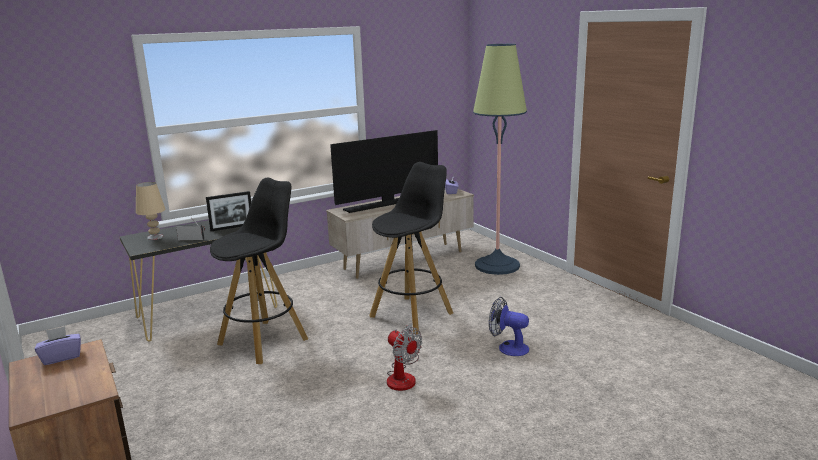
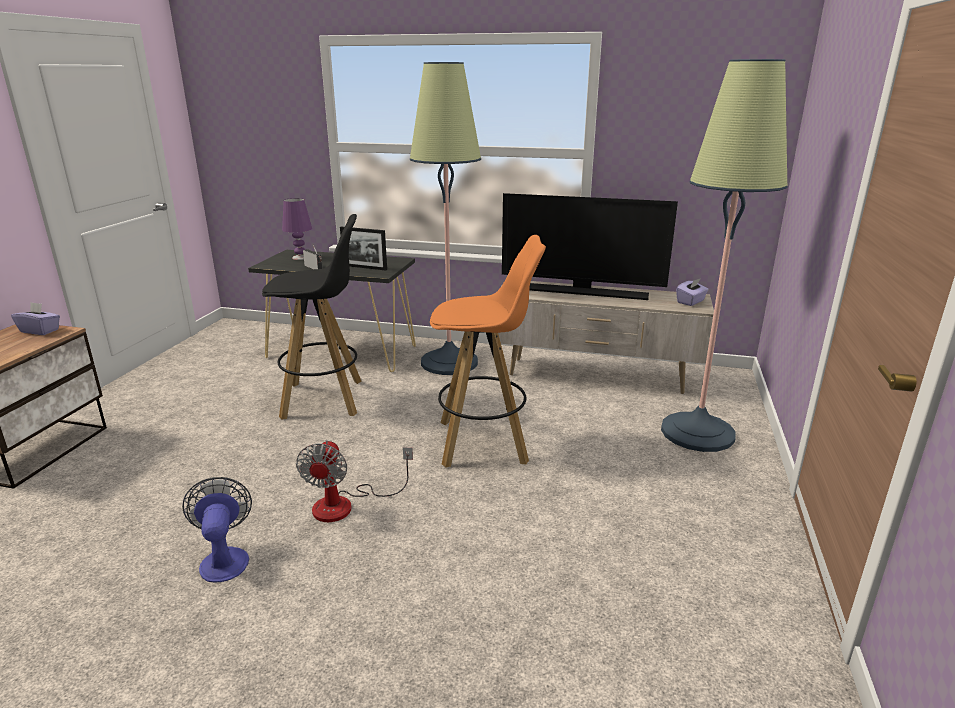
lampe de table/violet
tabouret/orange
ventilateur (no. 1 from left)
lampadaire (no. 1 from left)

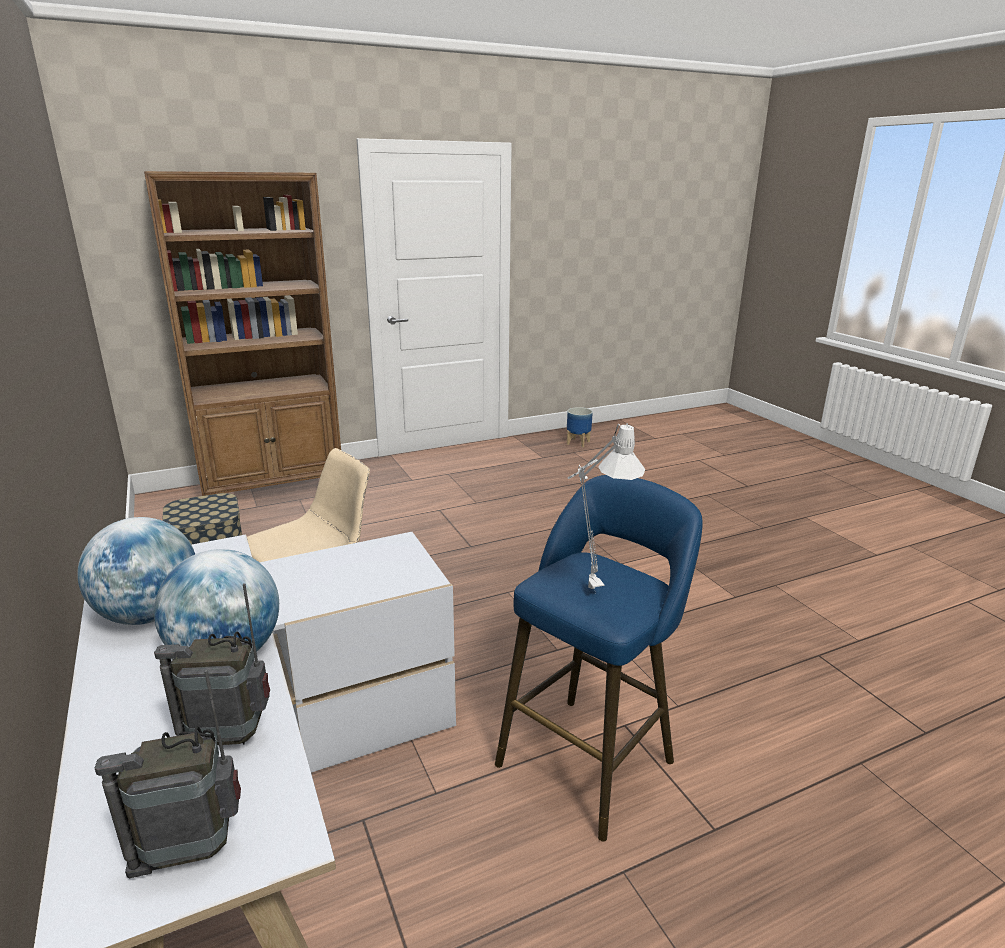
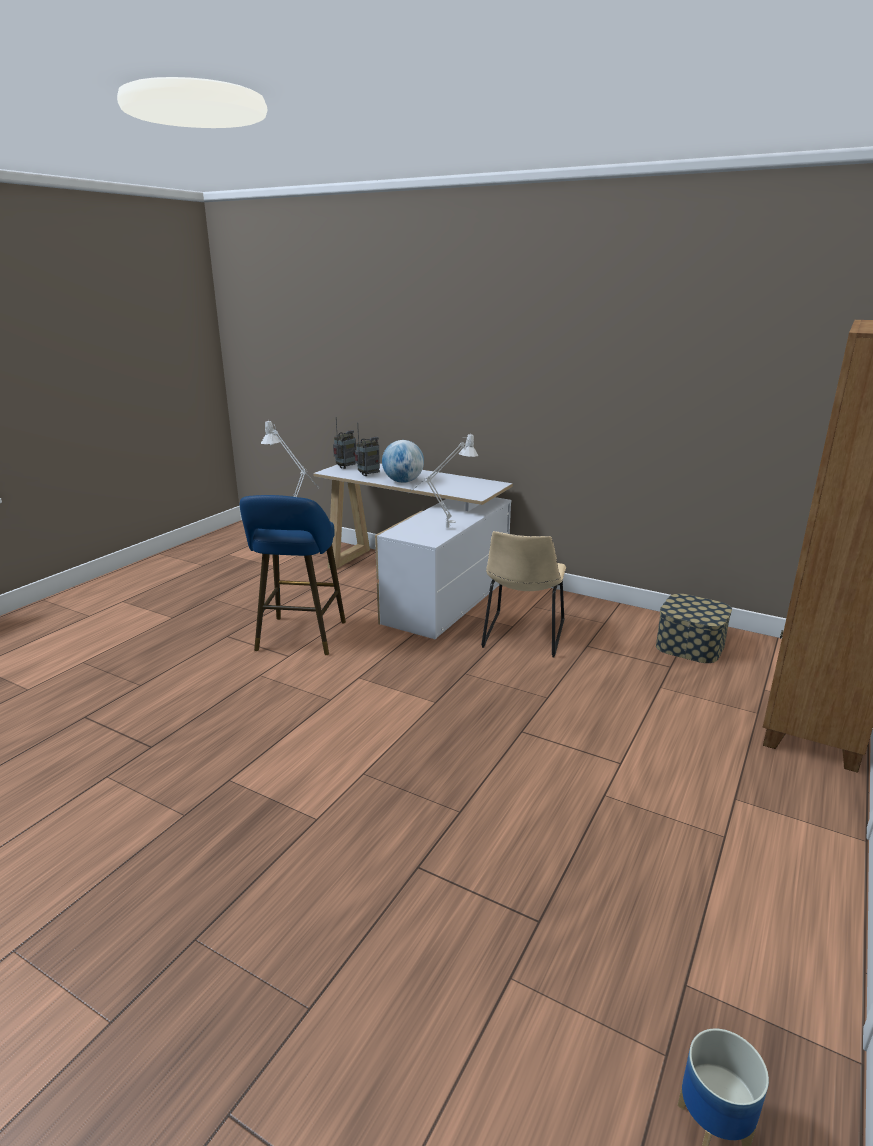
globe (no. 1 from left in the first image)
lampe de table/gris (no. 2 from left)

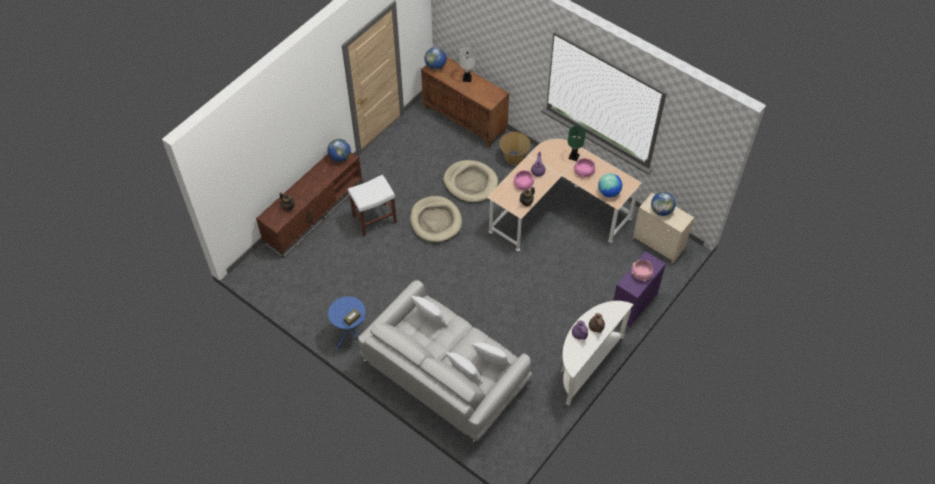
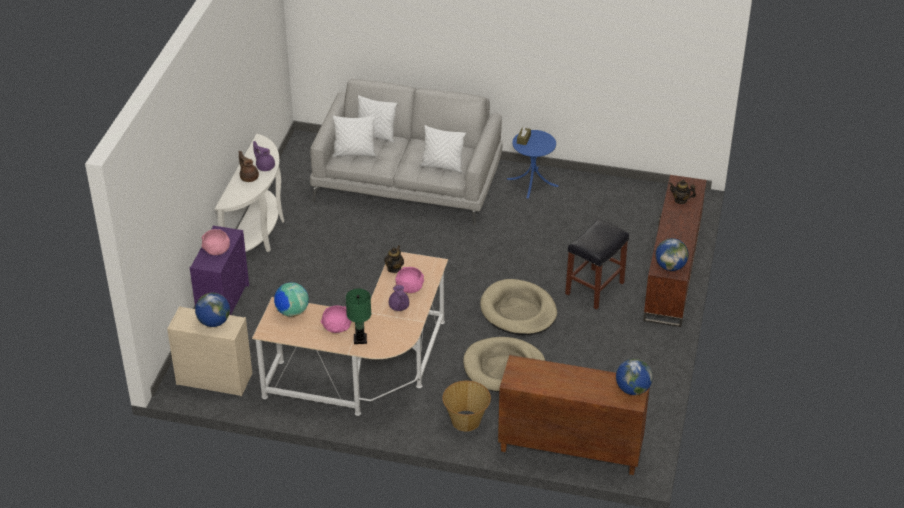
tabouret/noir
lampe de table/blanc

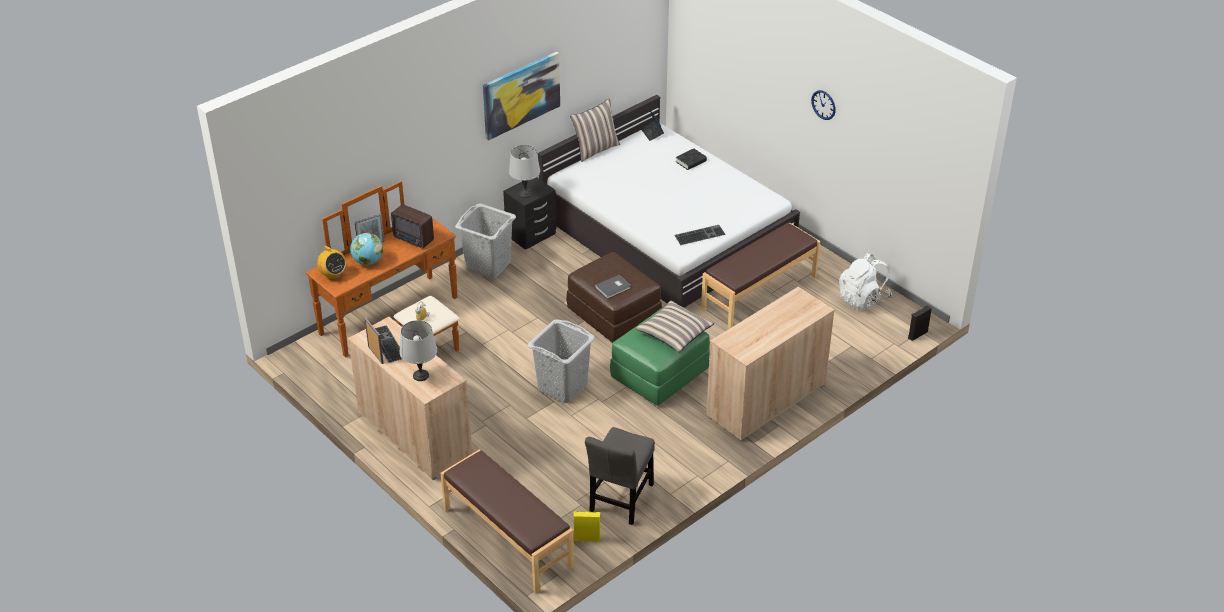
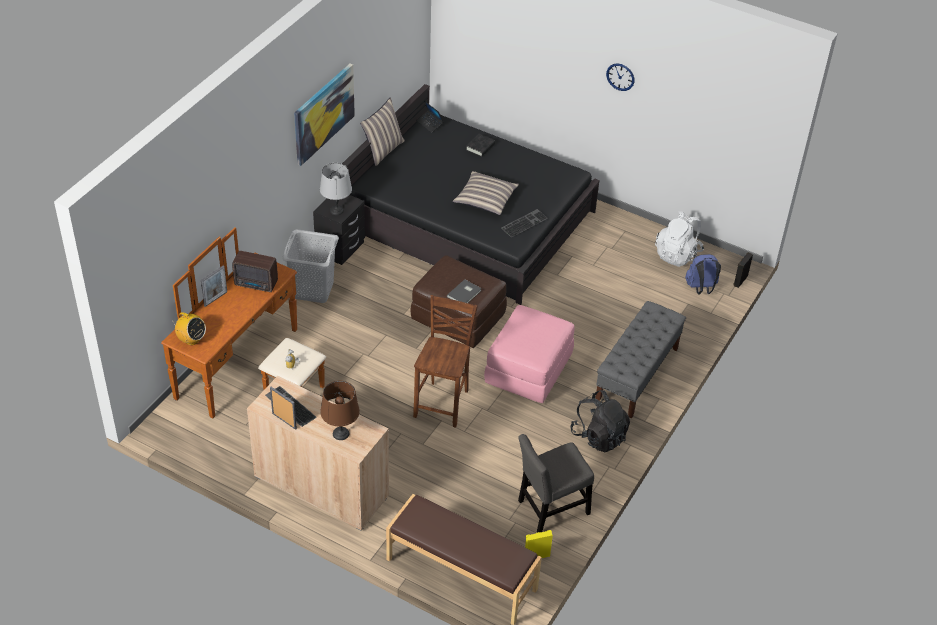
globe
lampe de table/marron
chaise/marron
lit/noir
chaise/gris
pouf/rose
coussin (no. 2 from left)
banc/marron (no. 2 from left in the first image)
banc/gris
sac à dos/noir
sac à dos/bleu

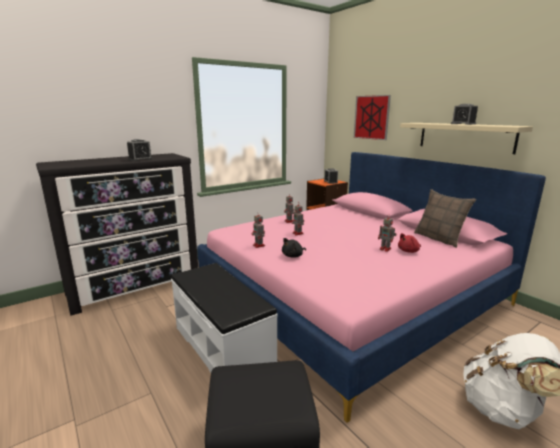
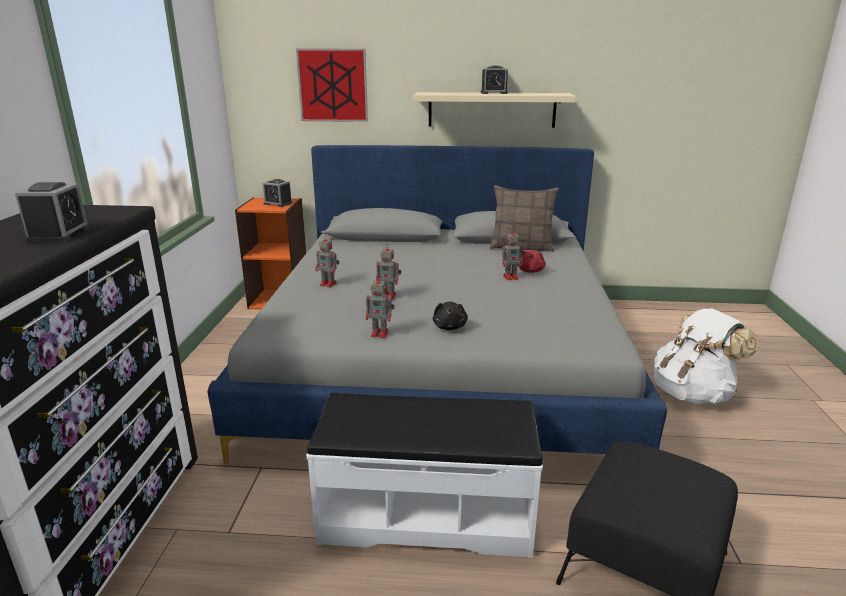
lit/gris

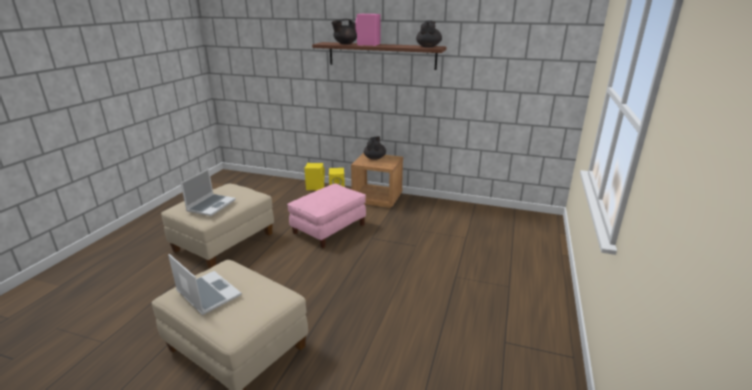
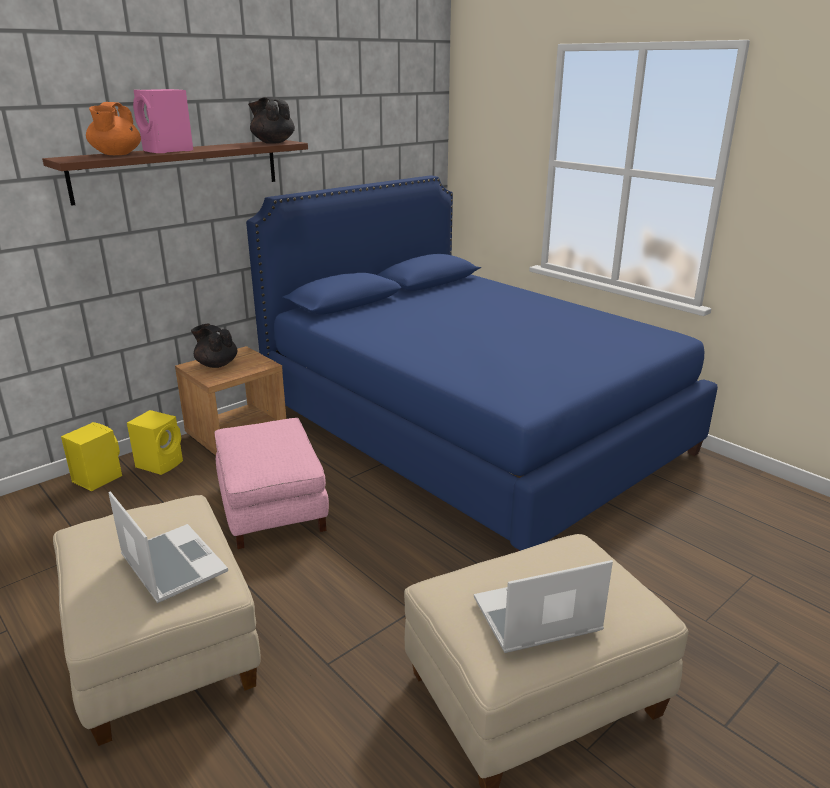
théière/orange
lit/bleu

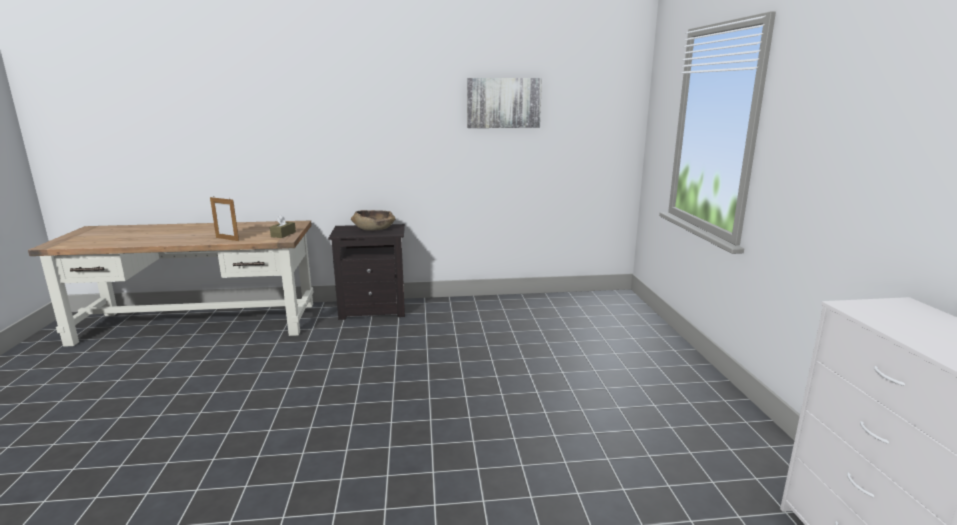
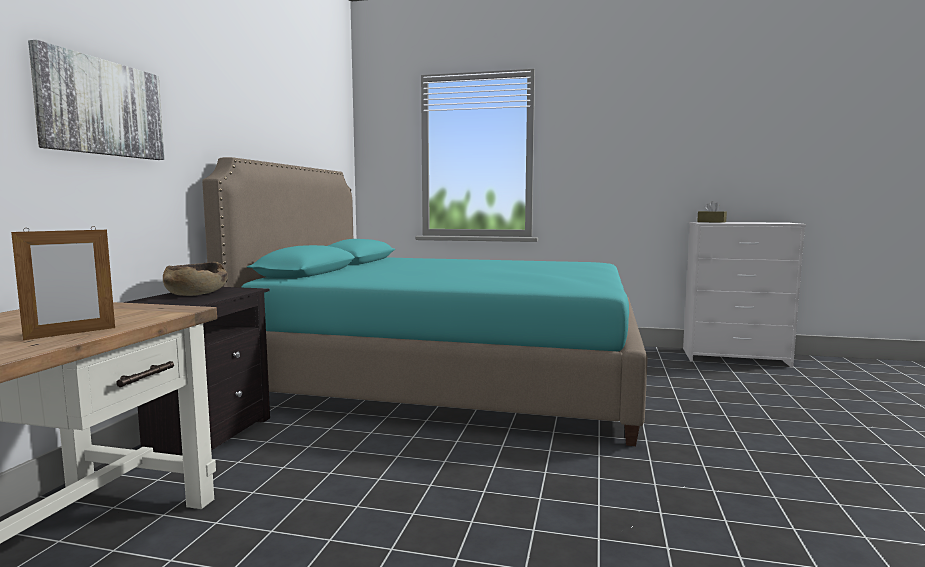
boîte à mouchoirs/marron
tableau
lit/turquoise

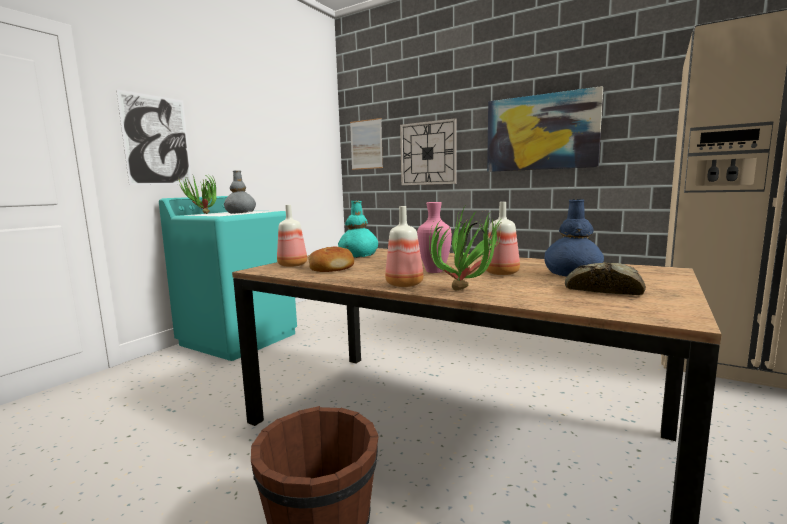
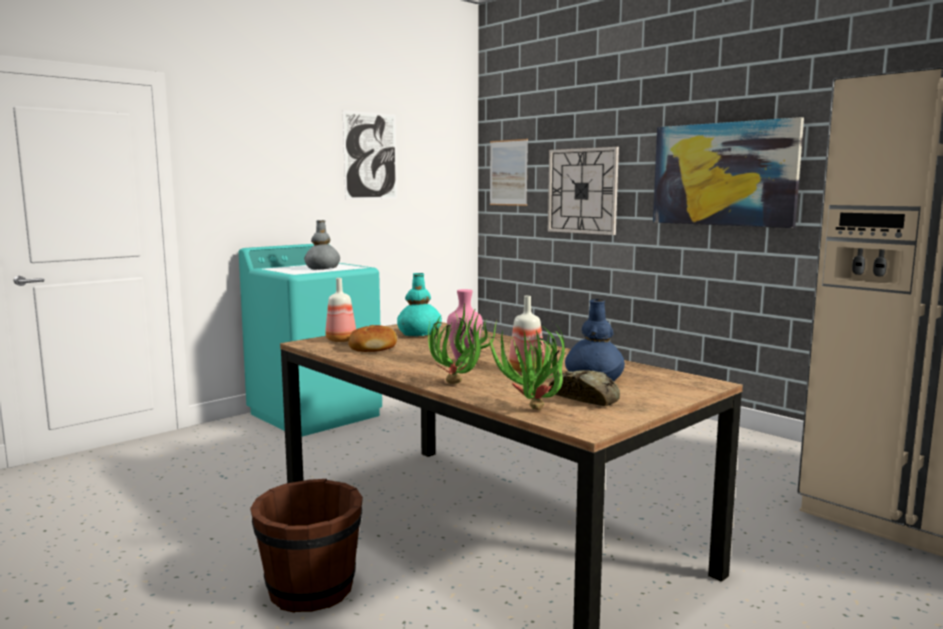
tableau (no. 1 from left)
plante en pot (no. 2 from left)
bouteille (no. 2 from left in the first image)

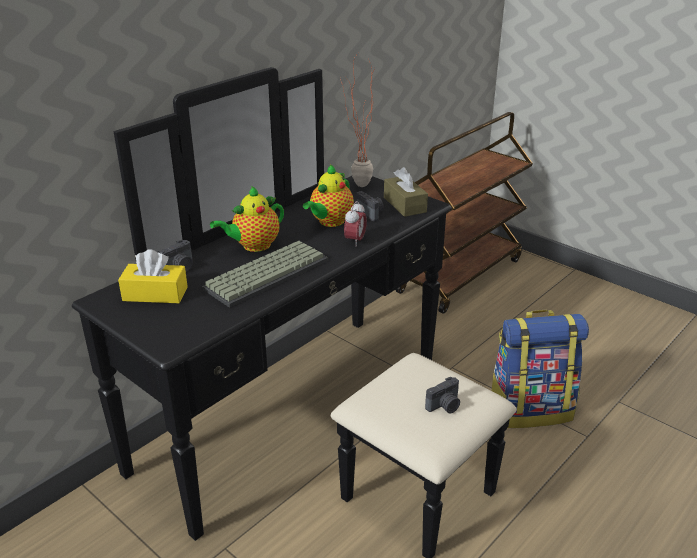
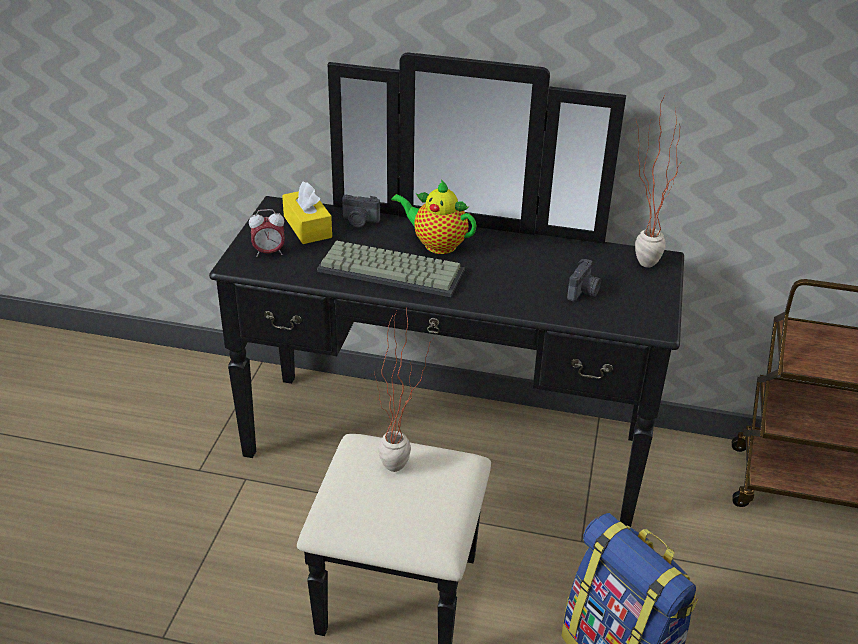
théière (no. 2 from left in the first image)
réveil
boîte à mouchoirs/marron
appareil photo (no. 3 from left in the first image)
plante en pot (no. 1 from left)

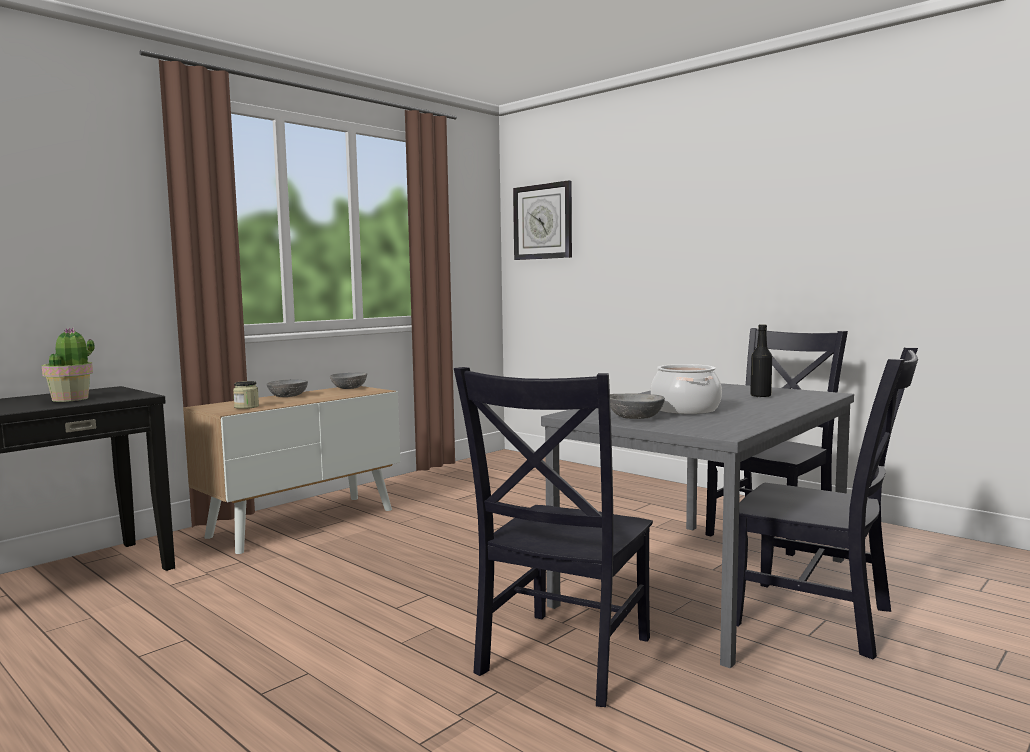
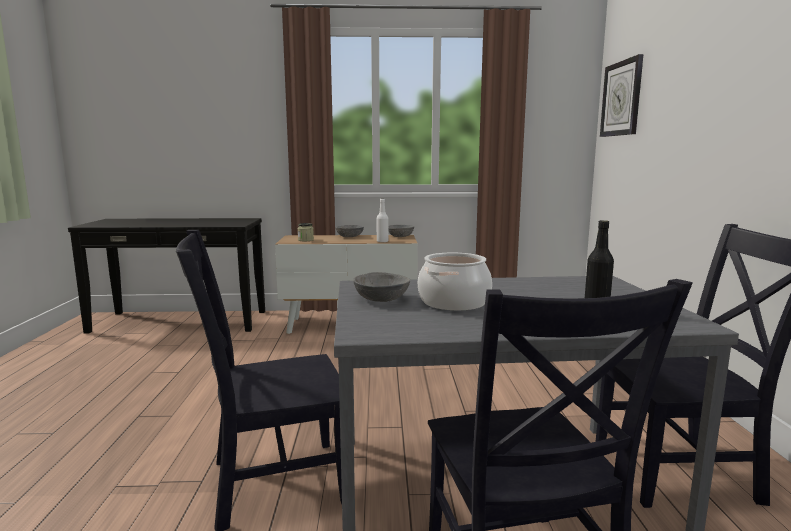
plante en pot
bouteille/blanc

